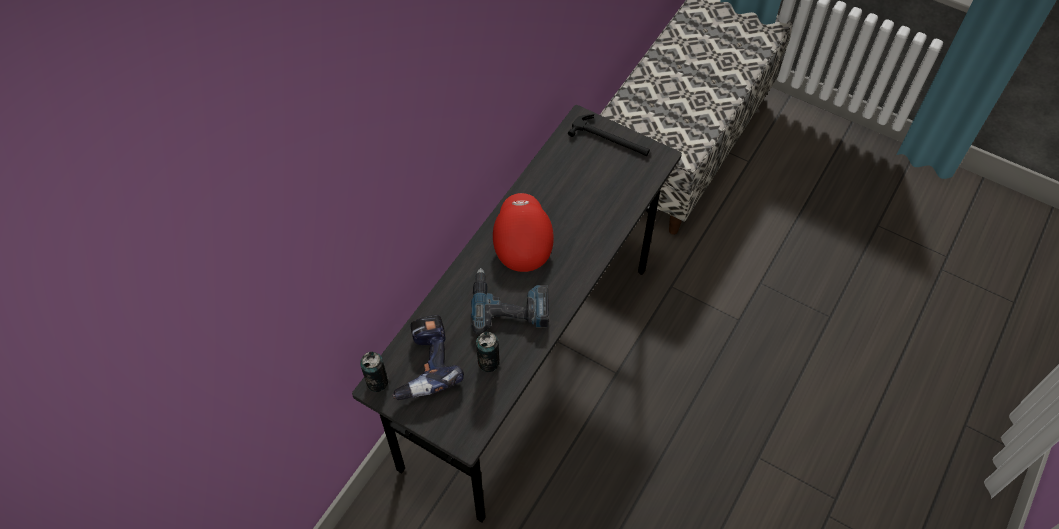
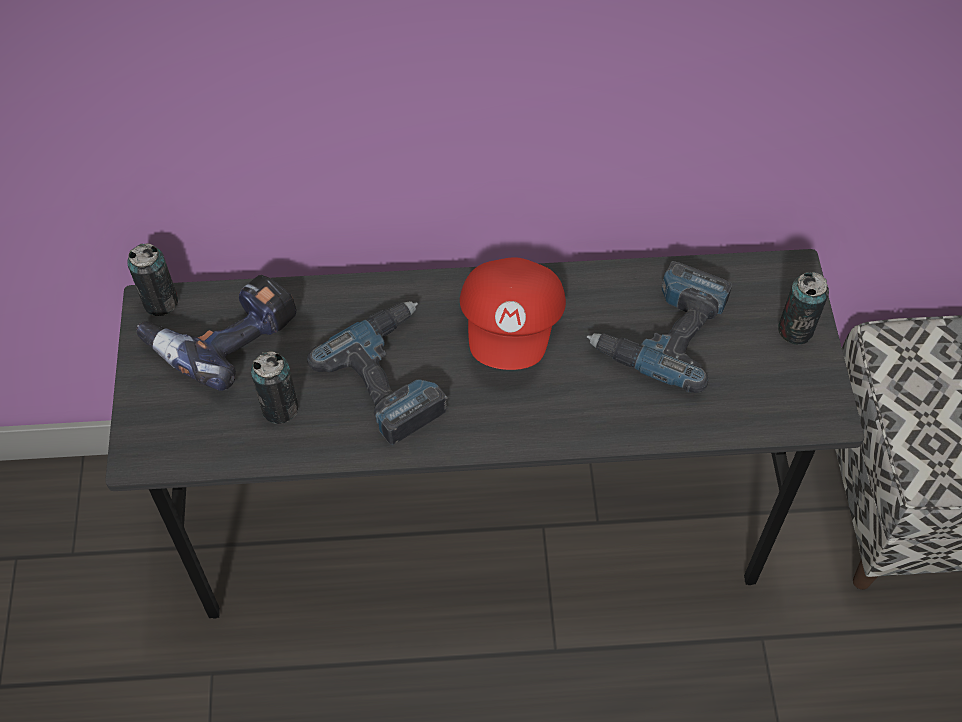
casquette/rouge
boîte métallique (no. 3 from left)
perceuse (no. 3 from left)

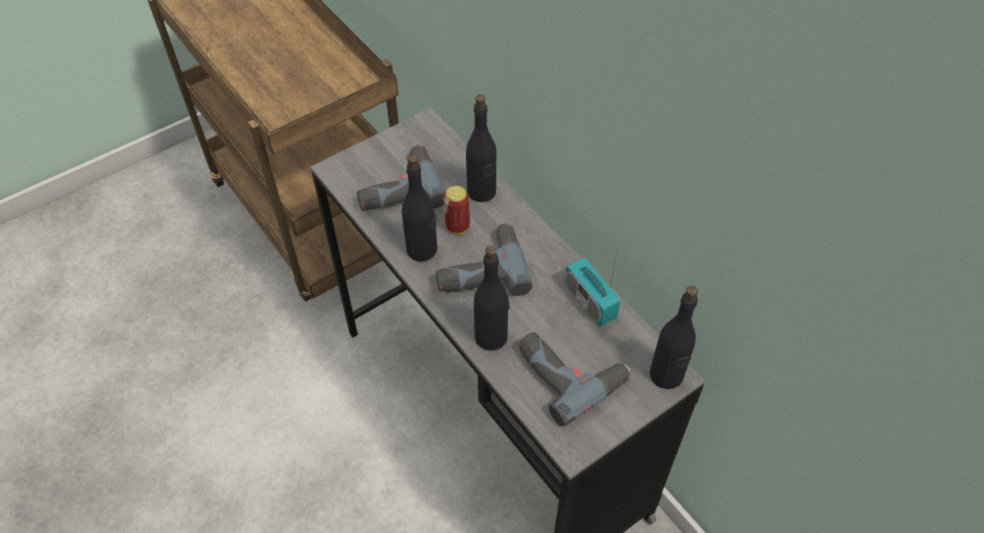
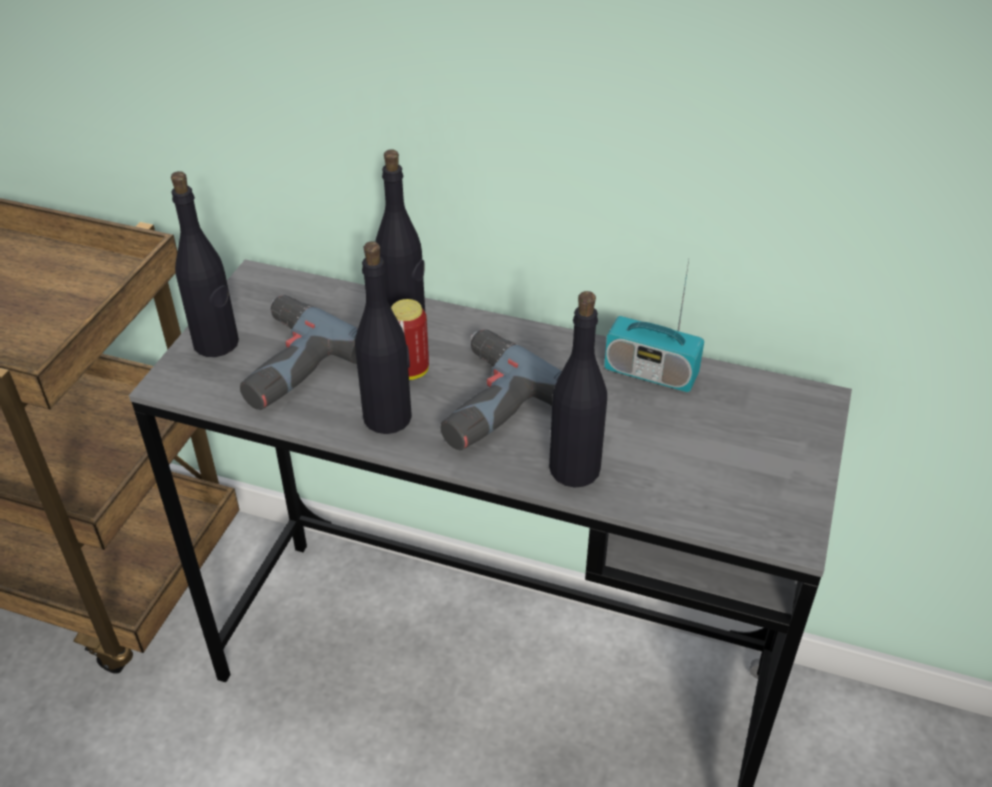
perceuse (no. 3 from left in the first image)
bouteille/noir (no. 1 from left)

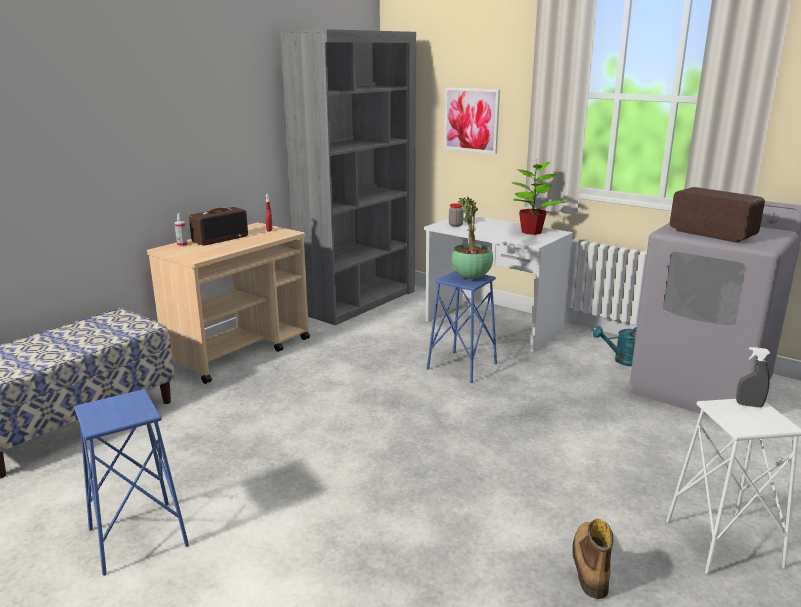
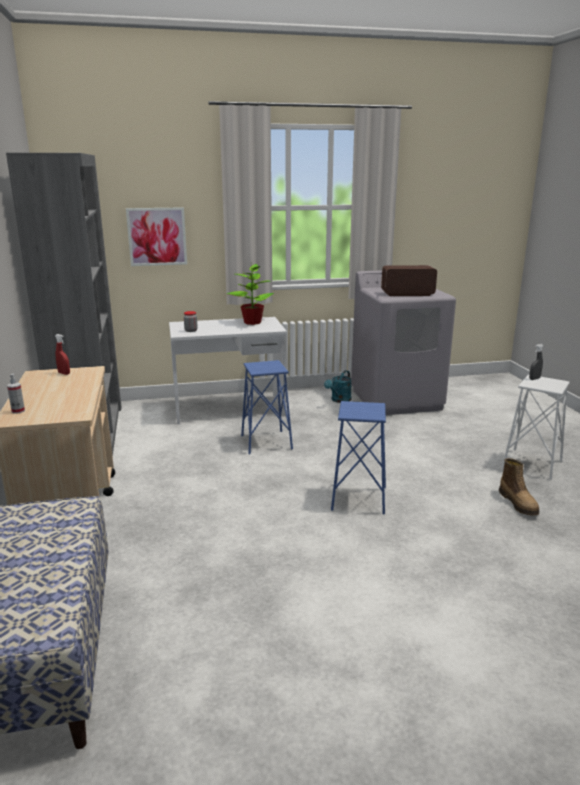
tabouret/bleu (no. 2 from left)
radio (no. 1 from left in the first image)
plante en pot (no. 1 from left in the first image)
botte

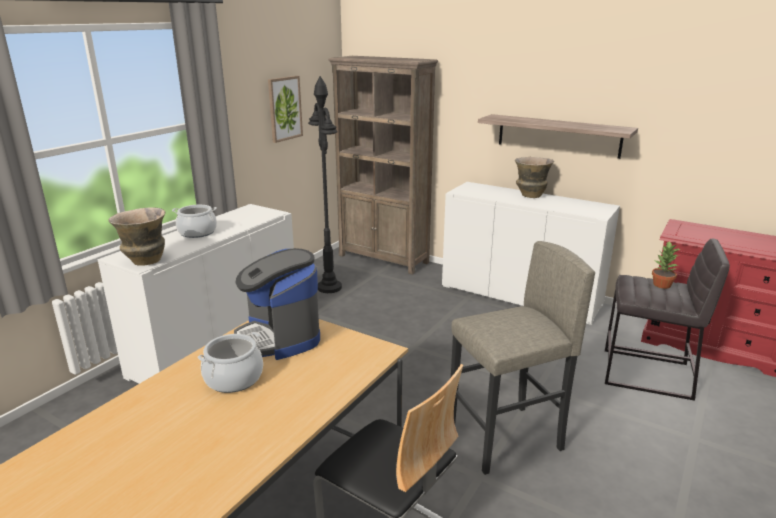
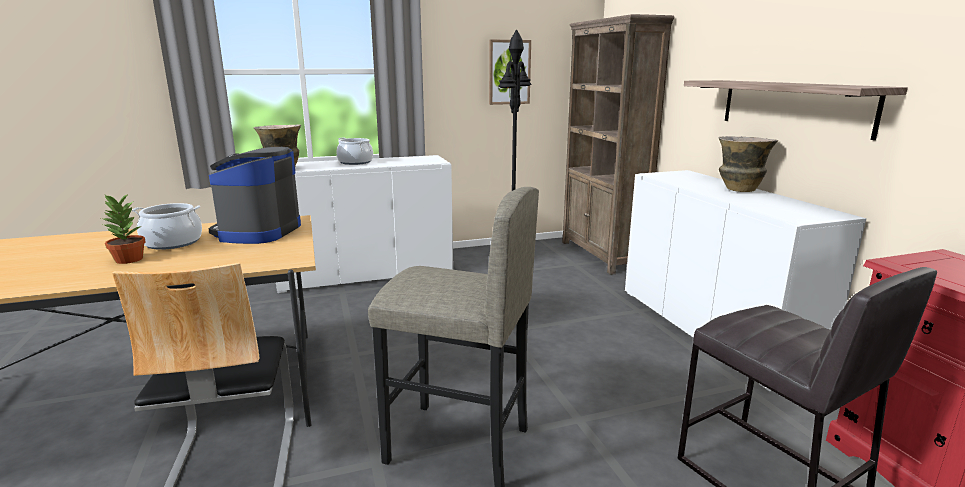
plante en pot

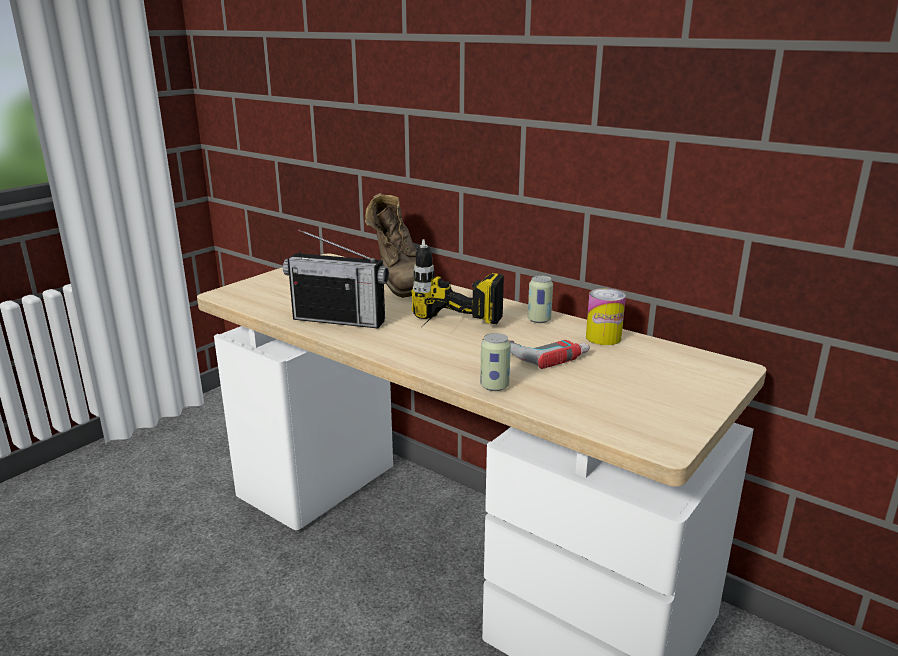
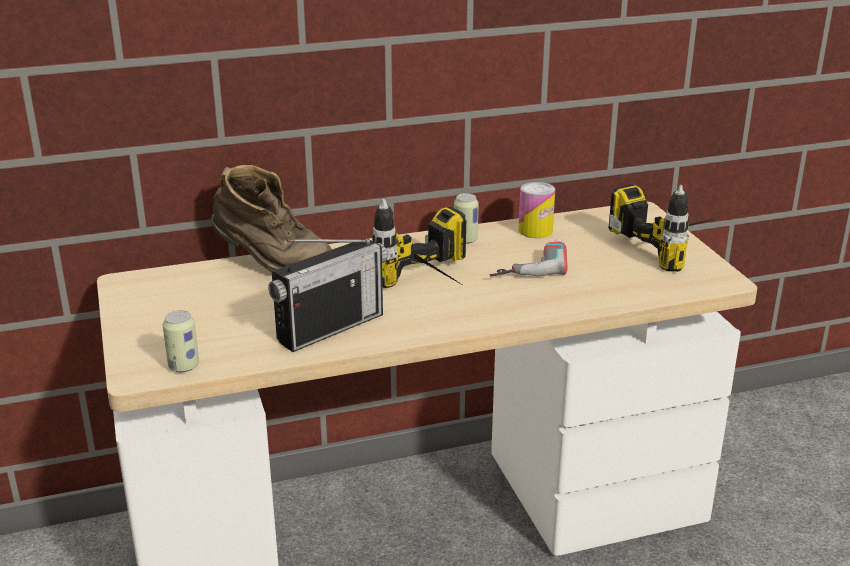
boîte métallique (no. 1 from left)
perceuse (no. 3 from left)

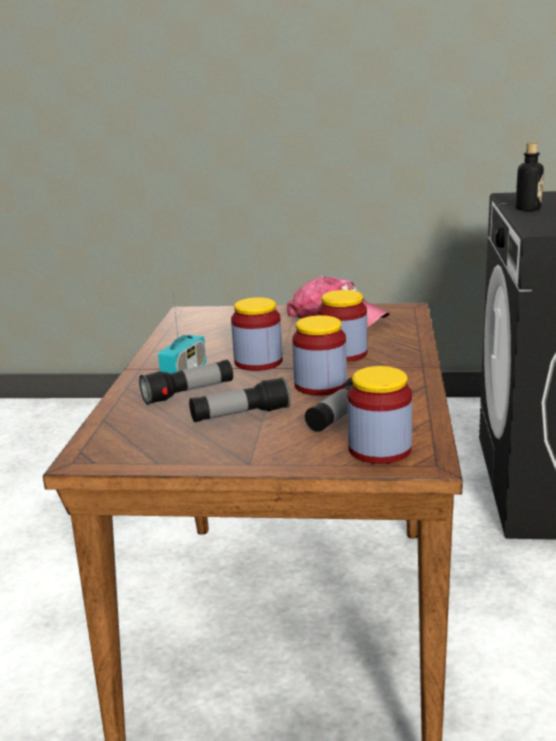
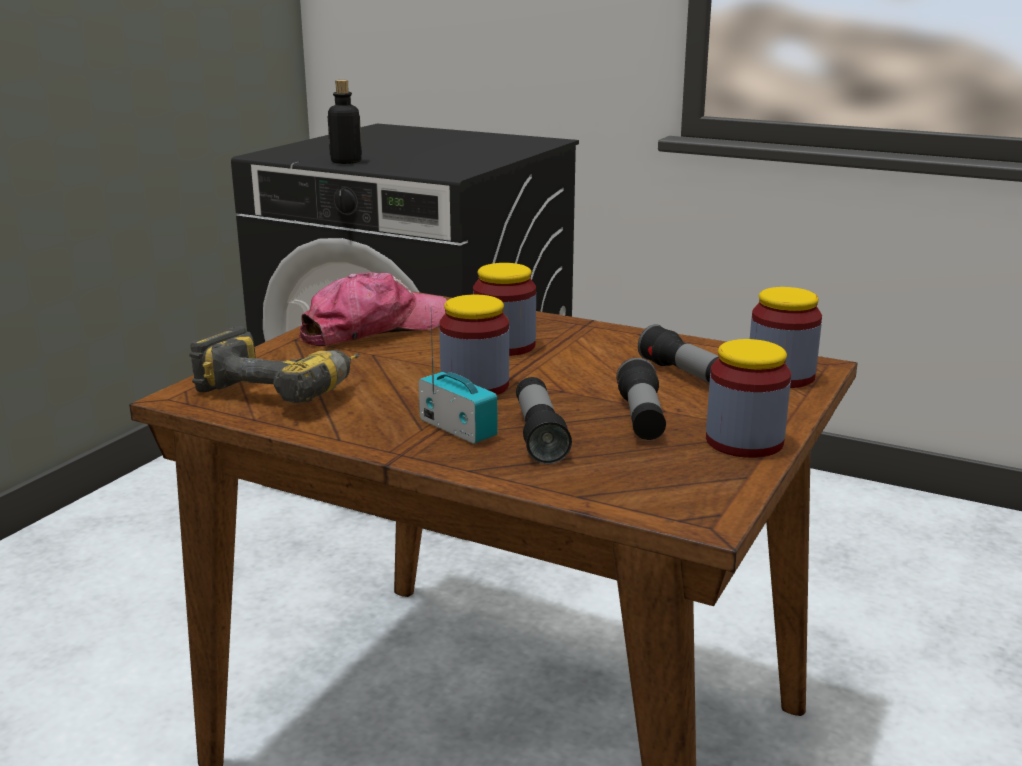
bocal (no. 3 from left)
perceuse

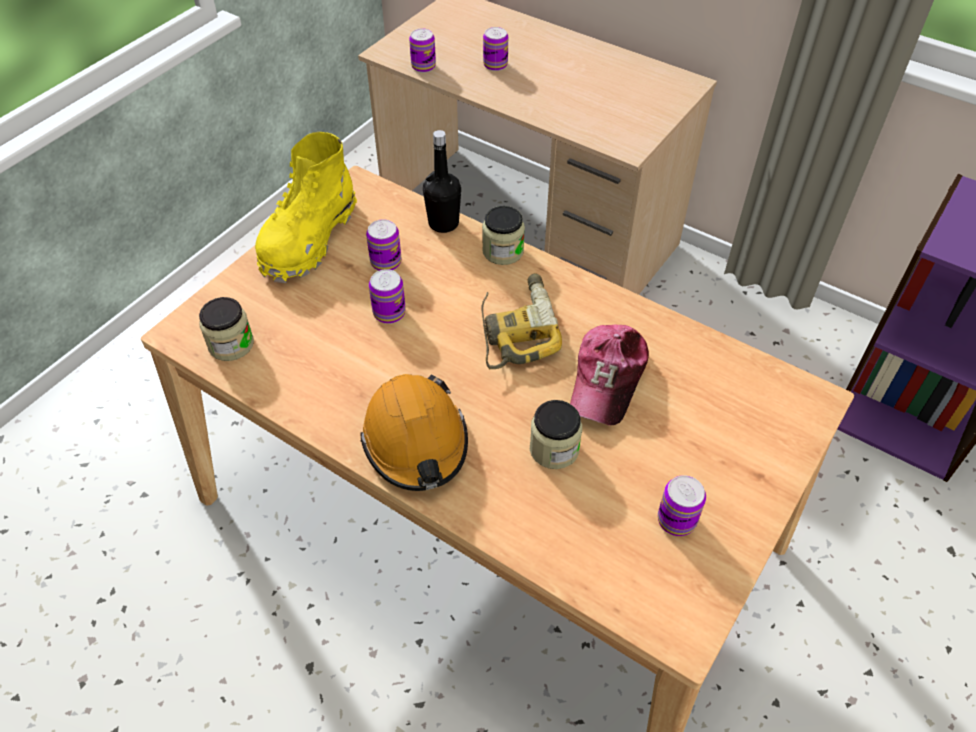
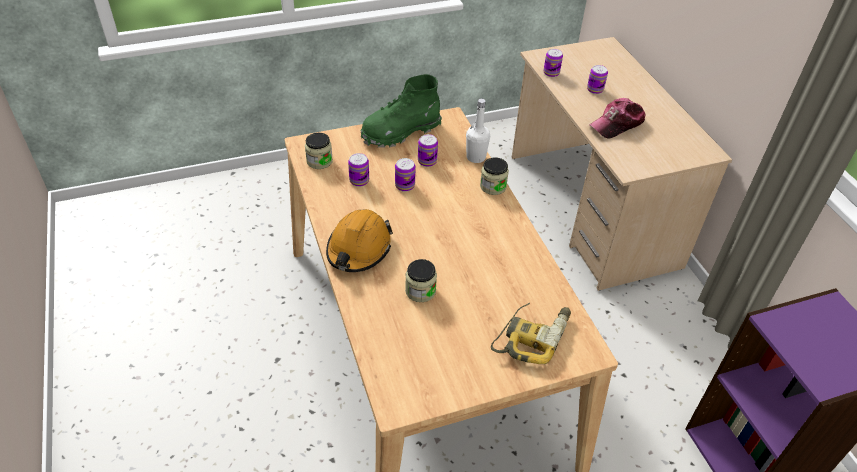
botte/vert
bouteille/blanc
perceuse
casquette
boîte métallique (no. 1 from left)

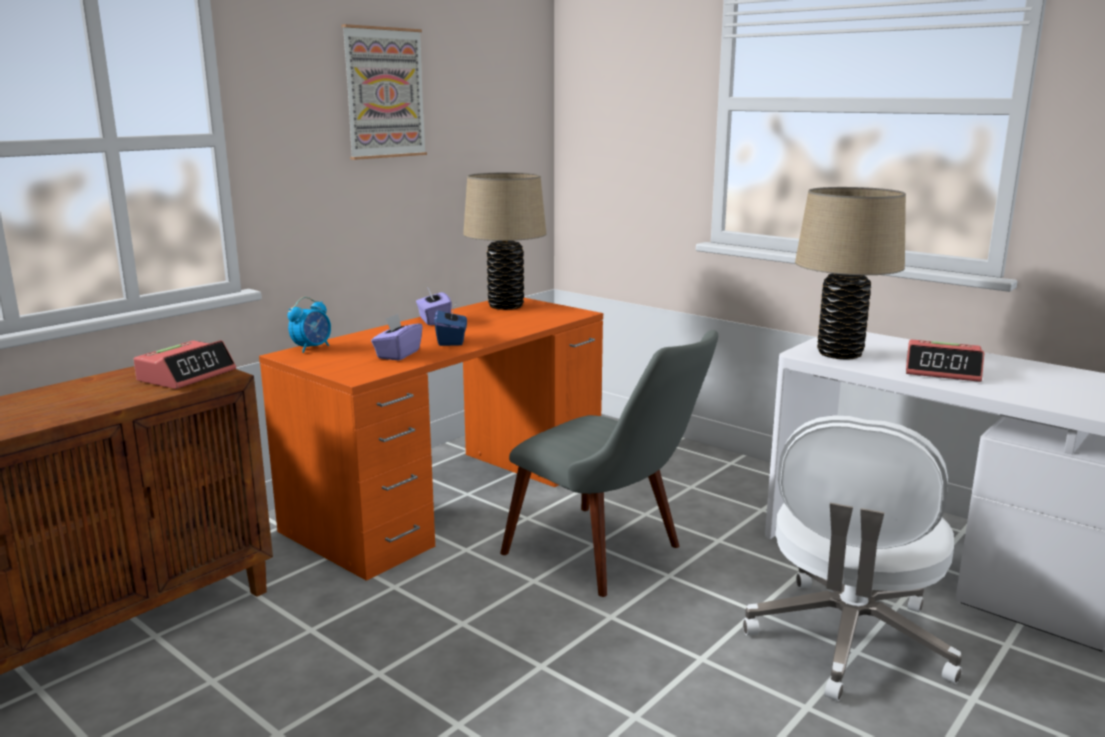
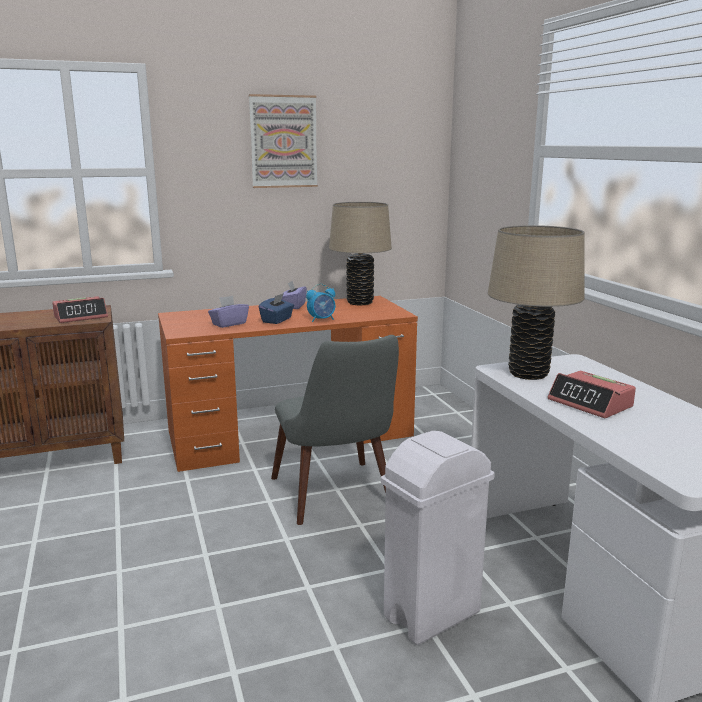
réveil (no. 2 from left)
poubelle/blanc

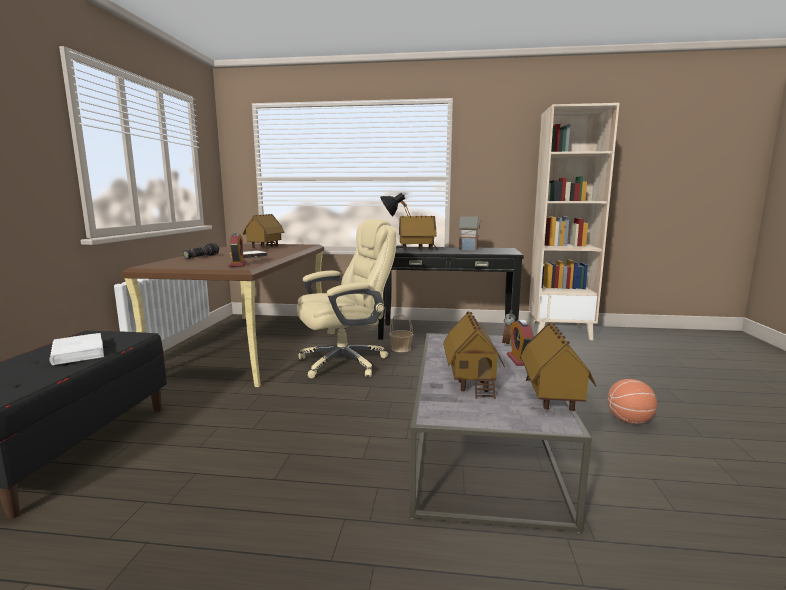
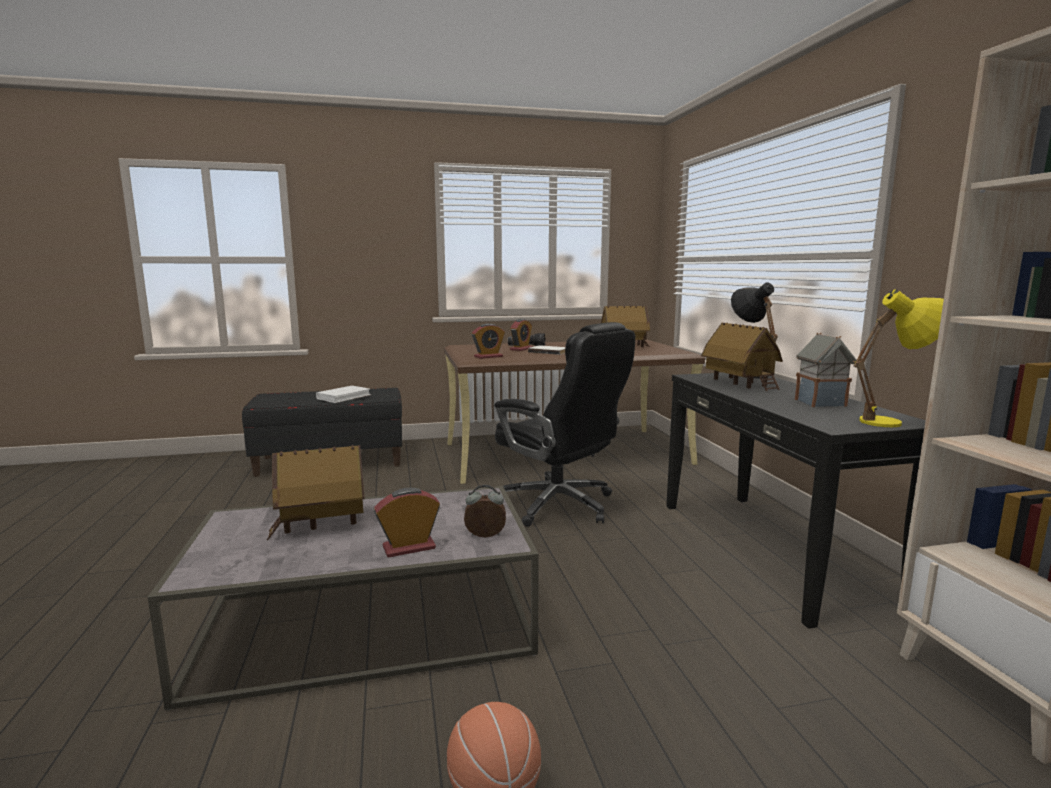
chaise de bureau/noir
panier
maison miniature (no. 5 from left in the first image)
réveil (no. 4 from left)
lampe de table/jaune

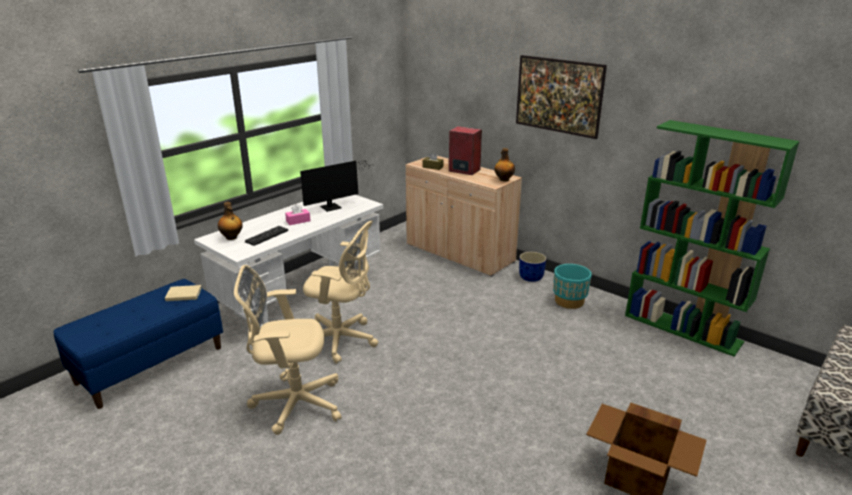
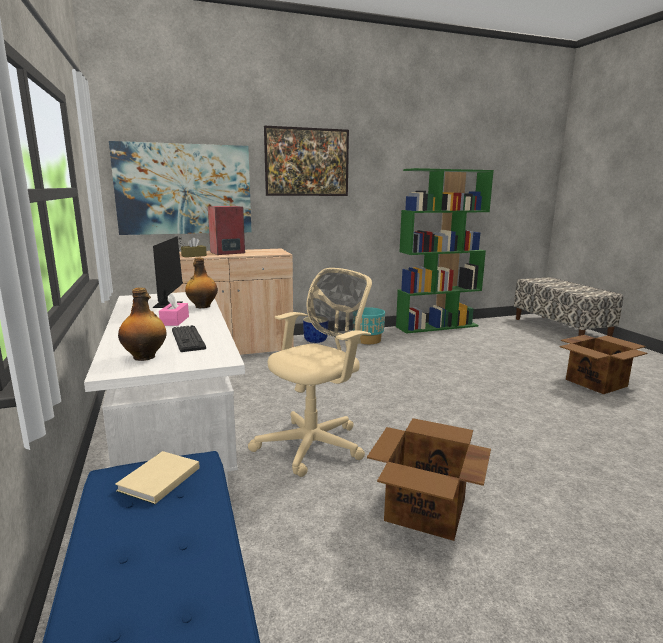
carton (no. 1 from left)
bouteille (no. 2 from left)
tableau (no. 1 from left)

